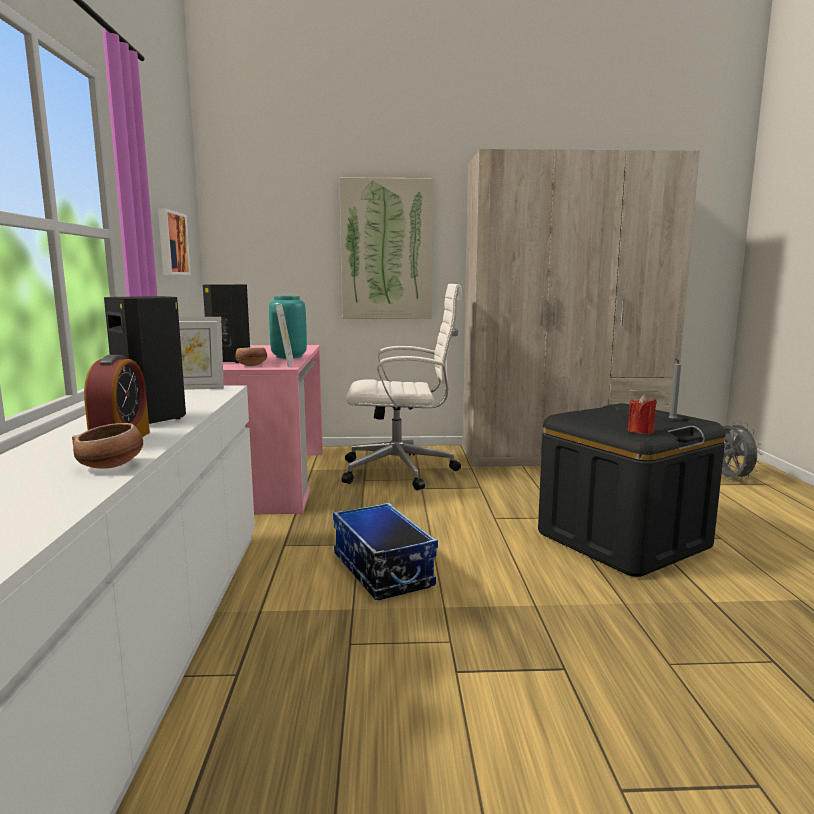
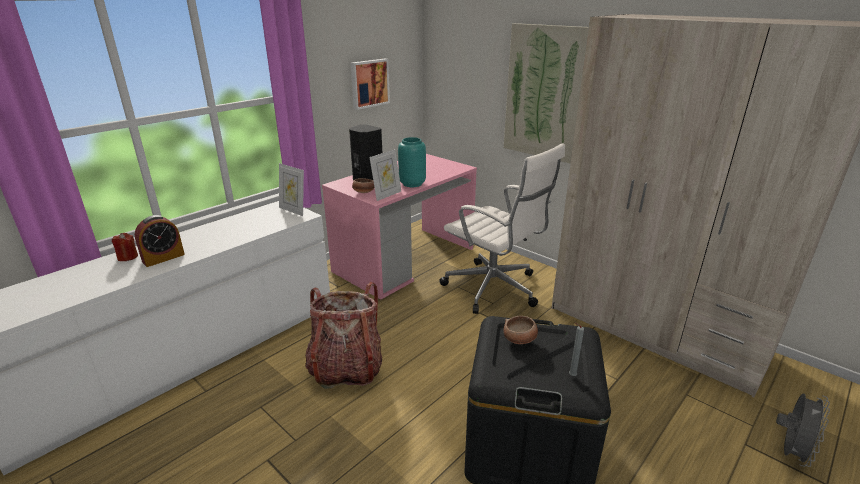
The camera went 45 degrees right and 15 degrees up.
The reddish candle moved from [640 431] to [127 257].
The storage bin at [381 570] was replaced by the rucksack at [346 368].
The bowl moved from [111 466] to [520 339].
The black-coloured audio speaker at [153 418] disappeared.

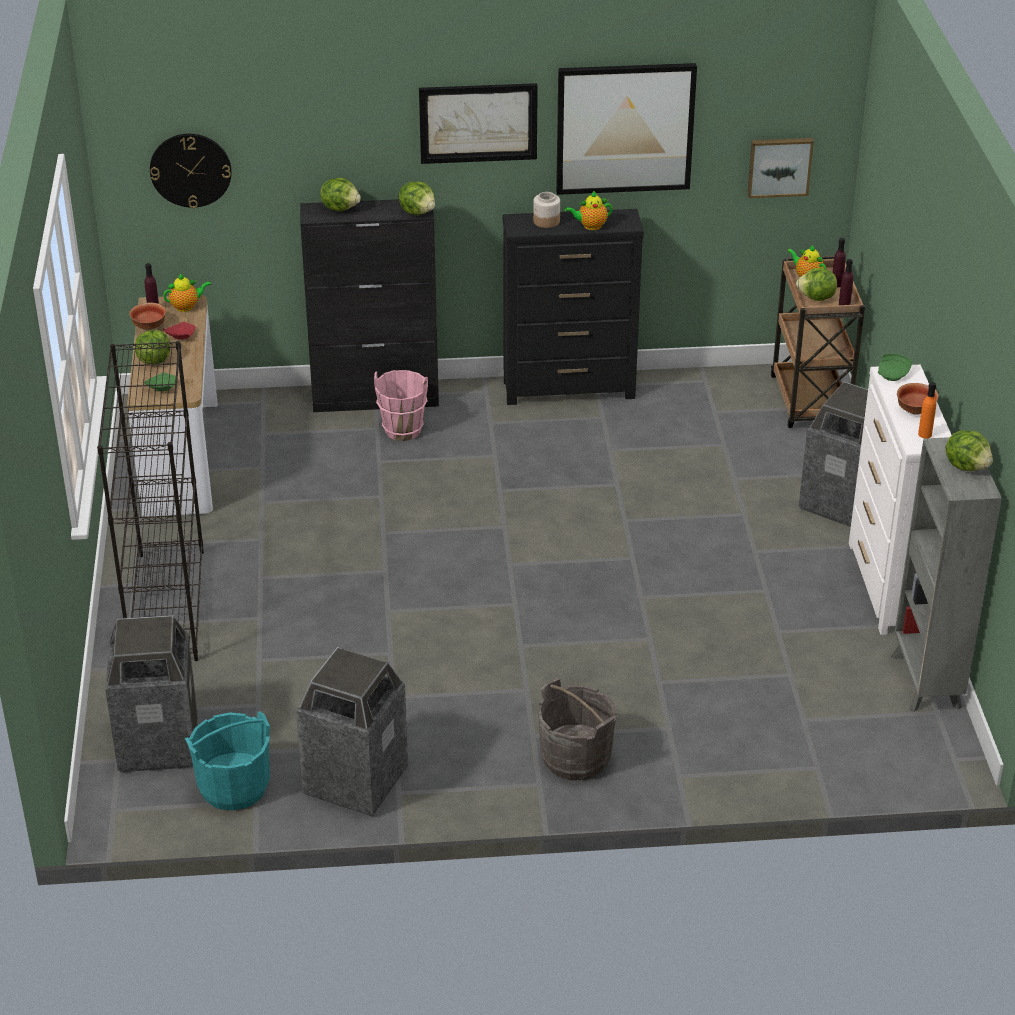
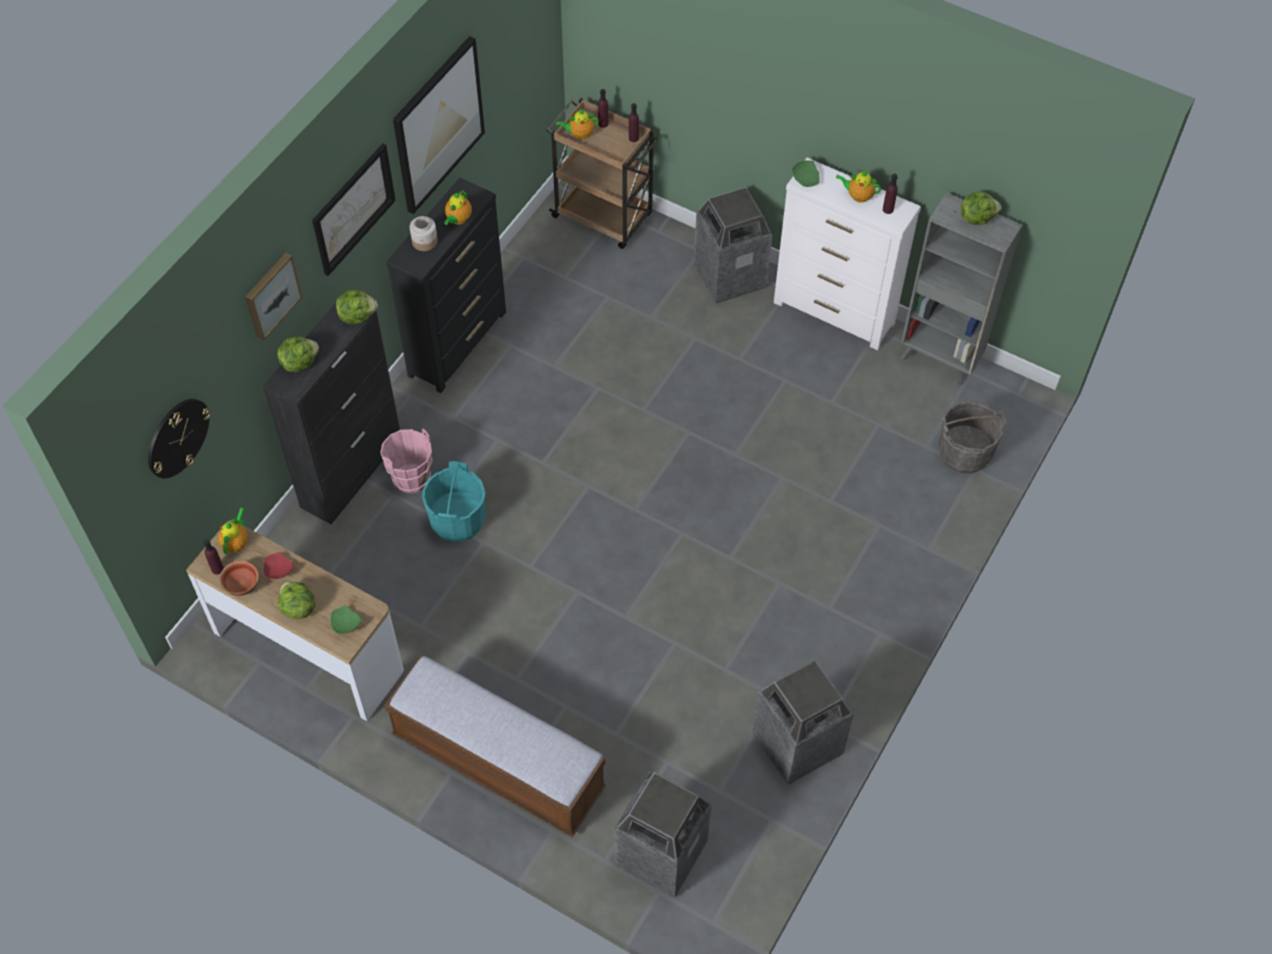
The camera went 55 degrees left and 20 degrees up.
The wall art moved from [779 166] to [271 295].
The black-coloured bookshelf at [167 605] was replaced by the indoor bench at [498 762].
The turquoise-coloured pail moved from [234 786] to [457 520].
The bowl at [915 411] was replaced by the tea pot at [858 196].
The orangey beverage bottle at [925 434] became the purple-coloured beverage bottle at [888 209].
The gray pail moved from [575 758] to [964 453].
The lettuce at [816 298] disappeared.

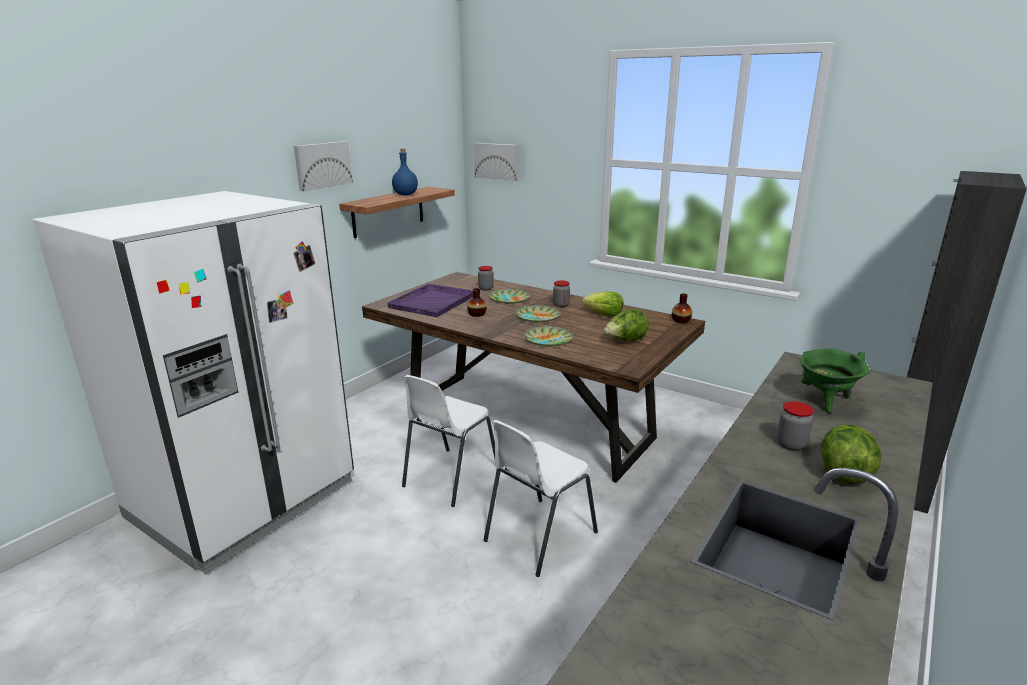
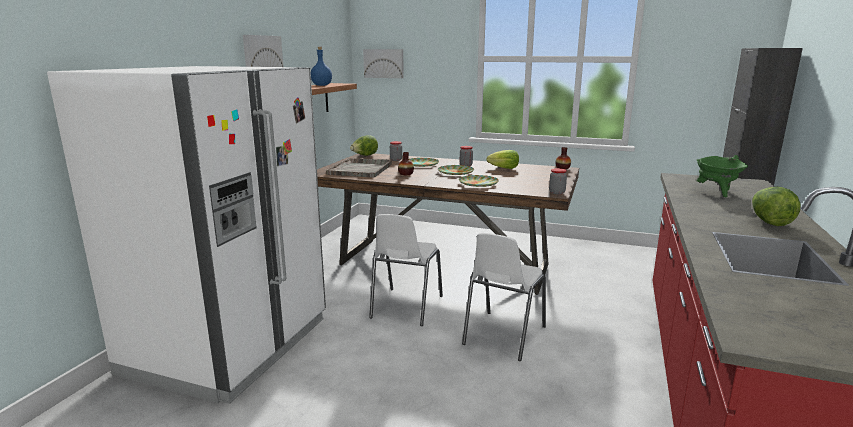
The camera went 15 degrees left and 5 degrees down.
The purple-coloured carrying tray at [433 301] became the gray carrying tray at [361 169].
The lettuce moved from [625 341] to [364 156].
The jar moved from [791 444] to [557 192].

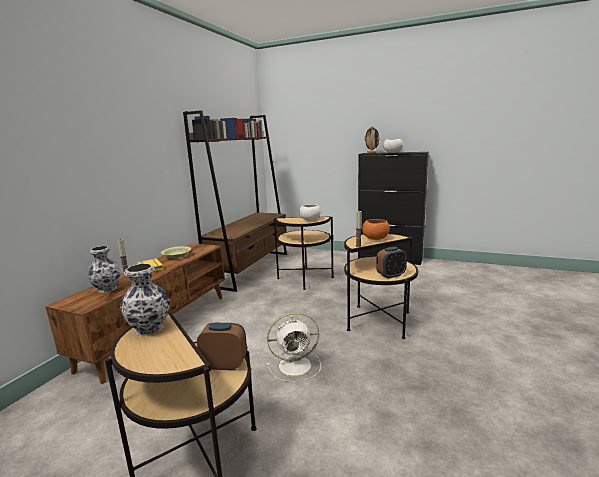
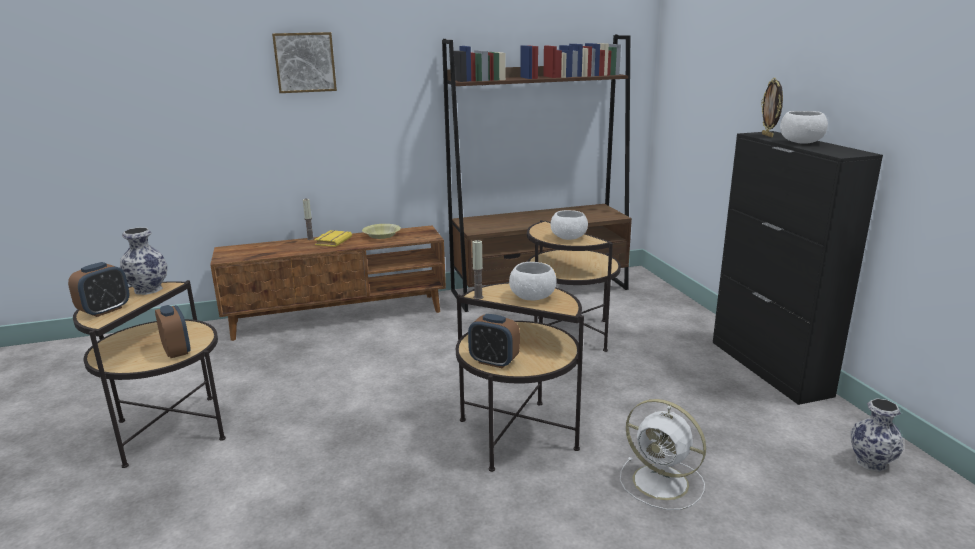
The camera went 50 degrees right and 5 degrees up.
The alarm clock at [105 310] appeared.
The wall art at [305 62] appeared.
The orangey bowl at [376 238] became the white bowl at [532 297].
The white cooling fan moved from [296 365] to [663 483].
The decorative vase moved from [108 288] to [872 463].

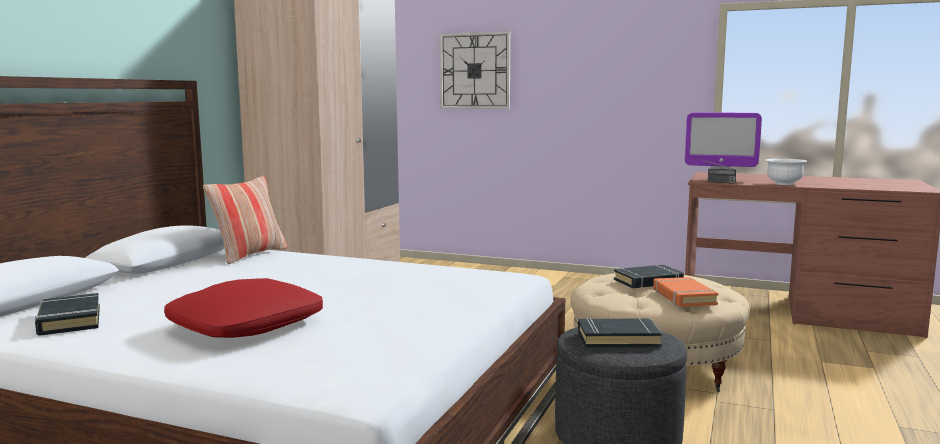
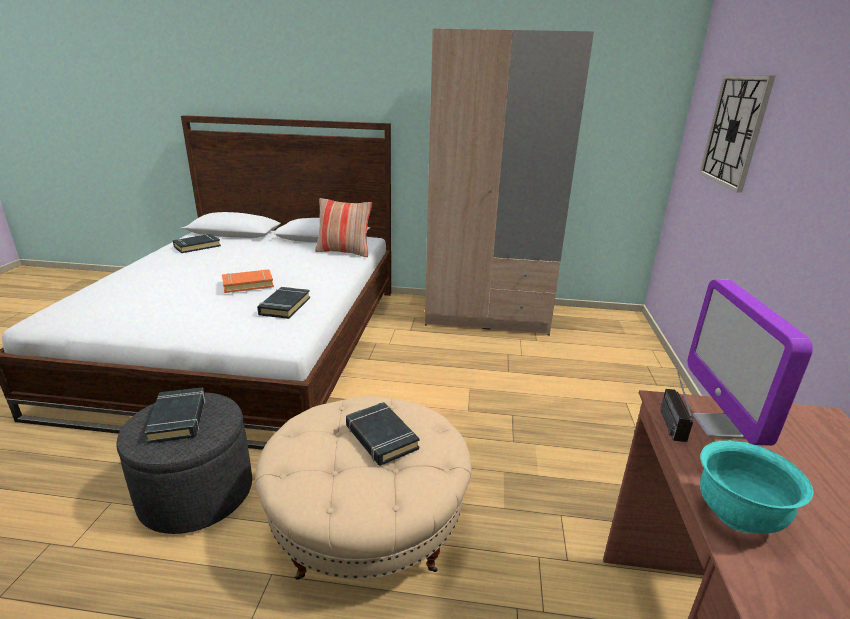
The camera went 75 degrees right and 15 degrees up.
The orangey book moved from [683 297] to [248 284].
The black-coloured book at [284 306] appeared.
The white bowl at [784 184] became the turquoise-coloured bowl at [737 515].
The reddish pillow at [246 325] disappeared.

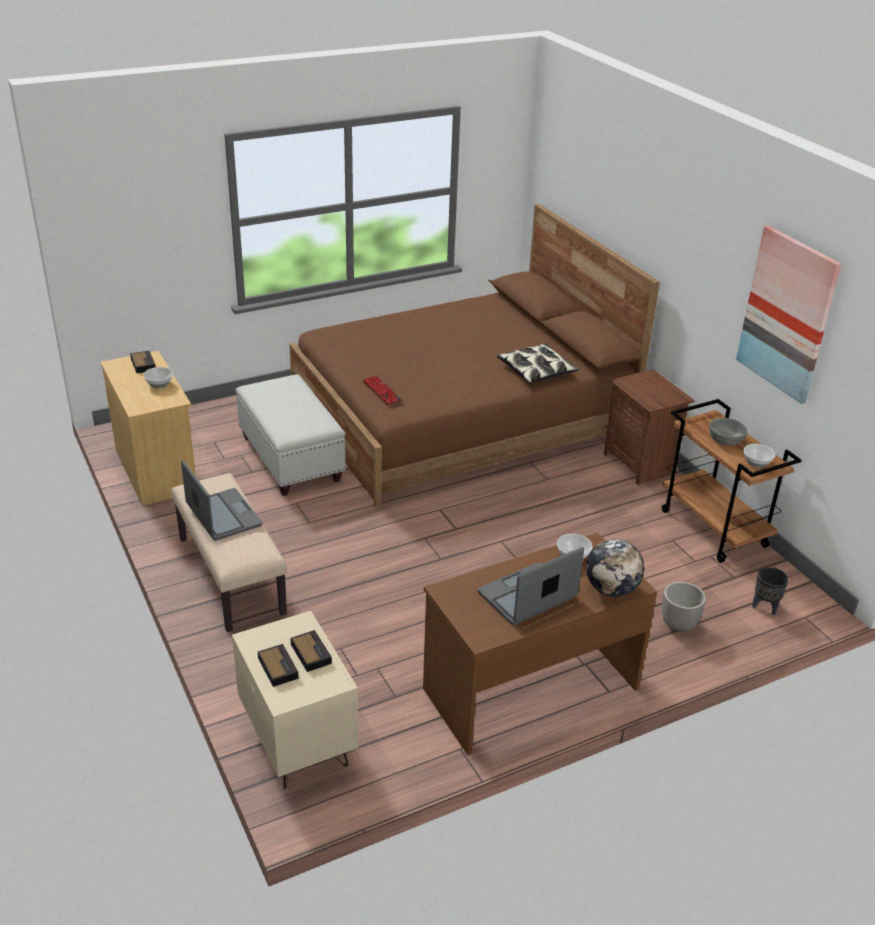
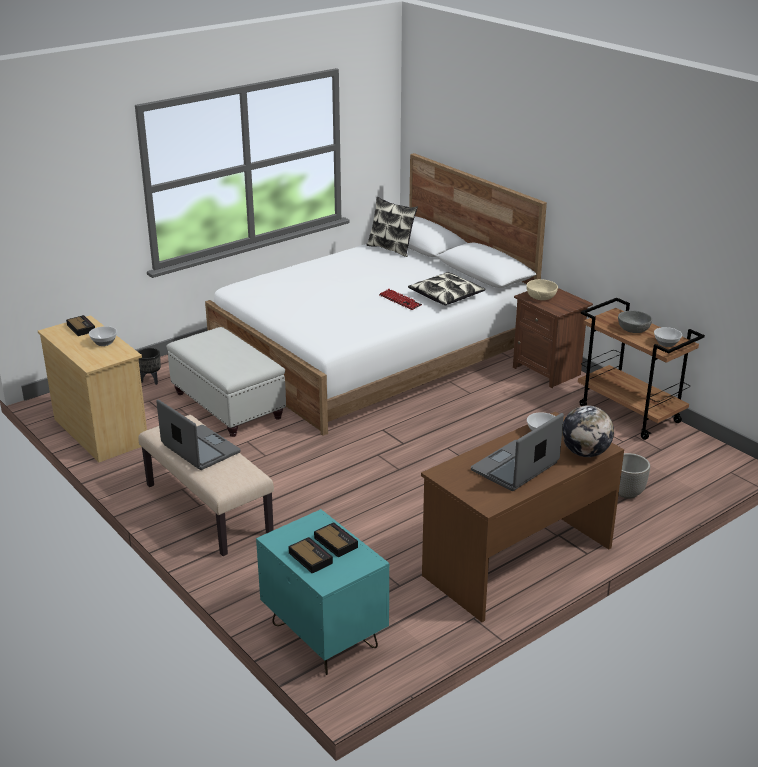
The camera went 10 degrees left and 5 degrees down.
The black-coloured planter moved from [765 607] to [151 381].
The brown bedroom bed at [461 417] became the white bedroom bed at [374 352].
The sand-coloured night table at [297 743] became the turquoise-coloured night table at [323 636].
The pillow at [391 248] appeared.
The PC keyboard moved from [381 391] to [400 300].
The sand-coloured bowl at [541 296] appeared.
The wall art at [787 314] disappeared.

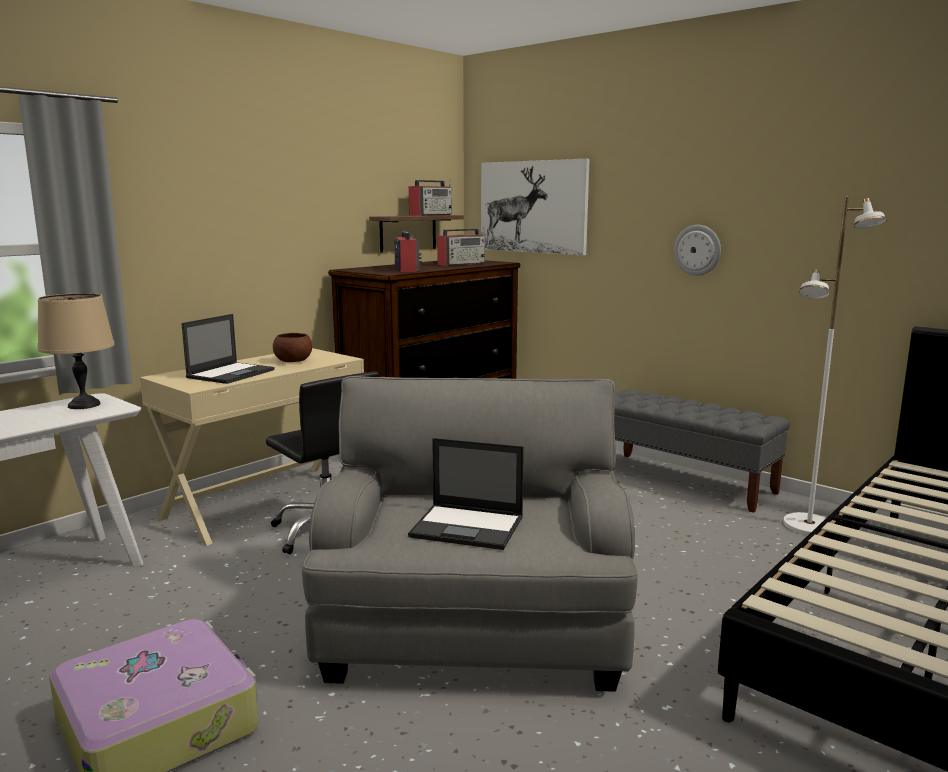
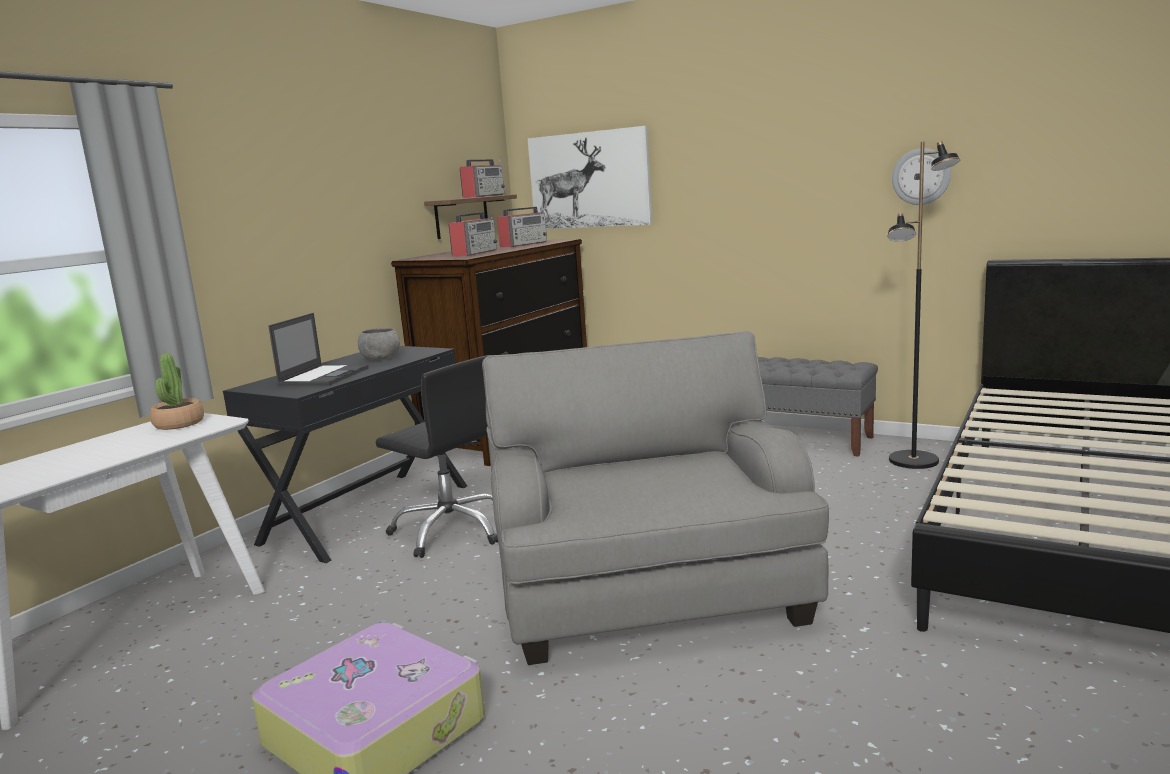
The camera went 10 degrees left and 0 degrees up.
The sand-coloured lamp for a table at [84 405] was replaced by the plant in a pot at [179 424].
The sand-coloured desk at [266 502] became the black-coloured desk at [367 513].
The brown bowl at [293 361] became the gray bowl at [381 358].
The radio receiver at [406 269] turned 45 degrees clockwise.
The white floor lamp at [809 526] became the black-coloured floor lamp at [914 461].
The hanging clock moved from [697 250] to [921 176].
The portable computer at [468 527] disappeared.

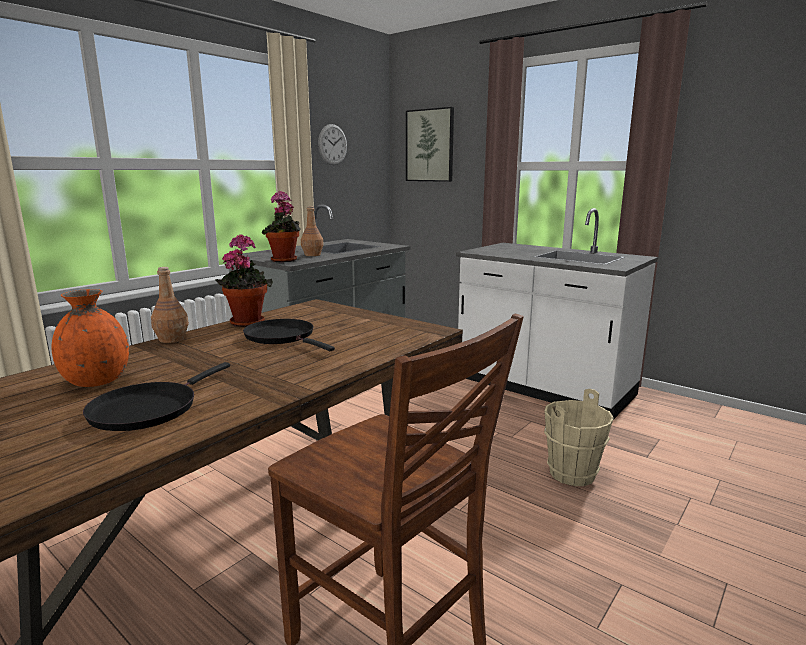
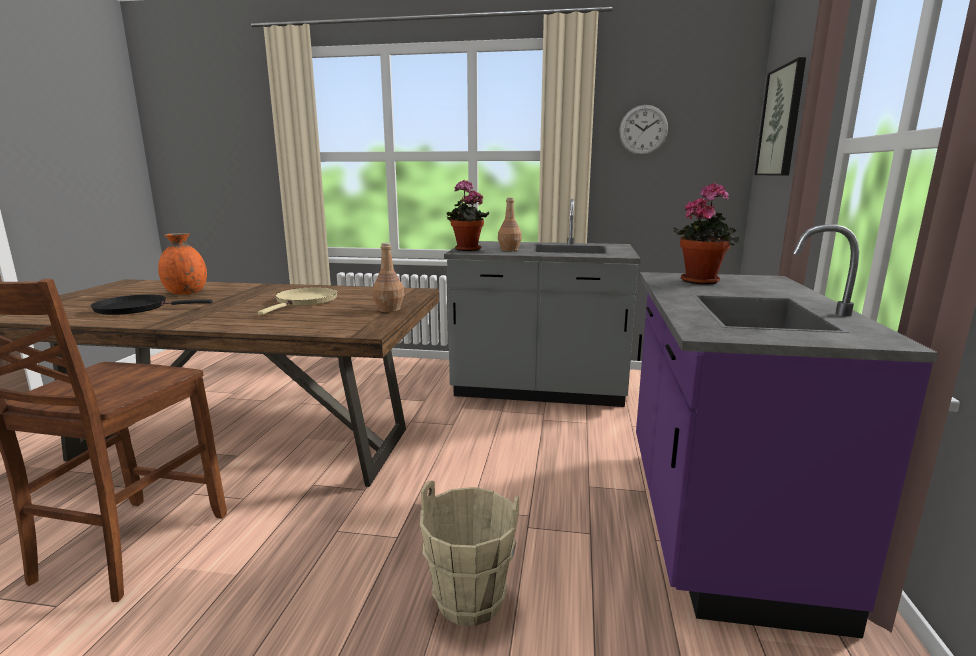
The camera went 60 degrees right and 0 degrees up.
The black-coloured skillet at [283 337] became the sand-coloured skillet at [305 301].
The brown beverage bottle moved from [172 339] to [389 309].
The white counter at [543 388] became the purple-coloured counter at [716 522].
The plant in a pot moved from [247 321] to [701 280].

